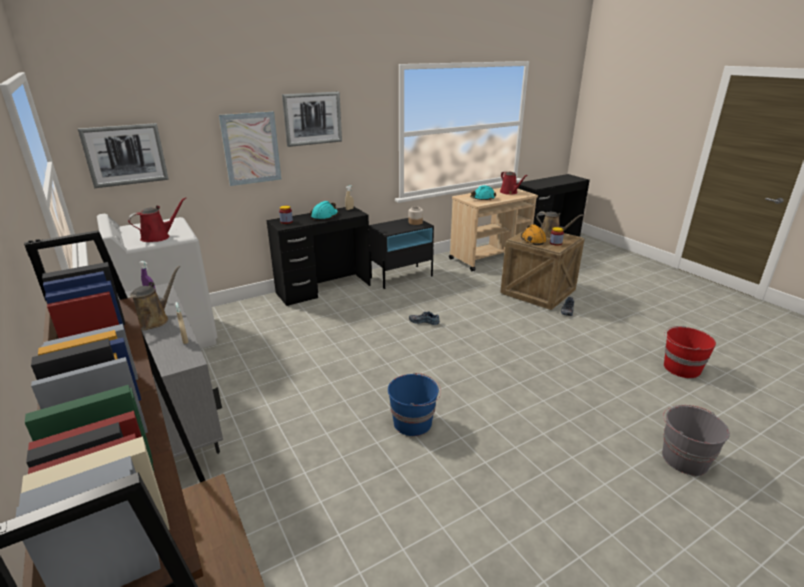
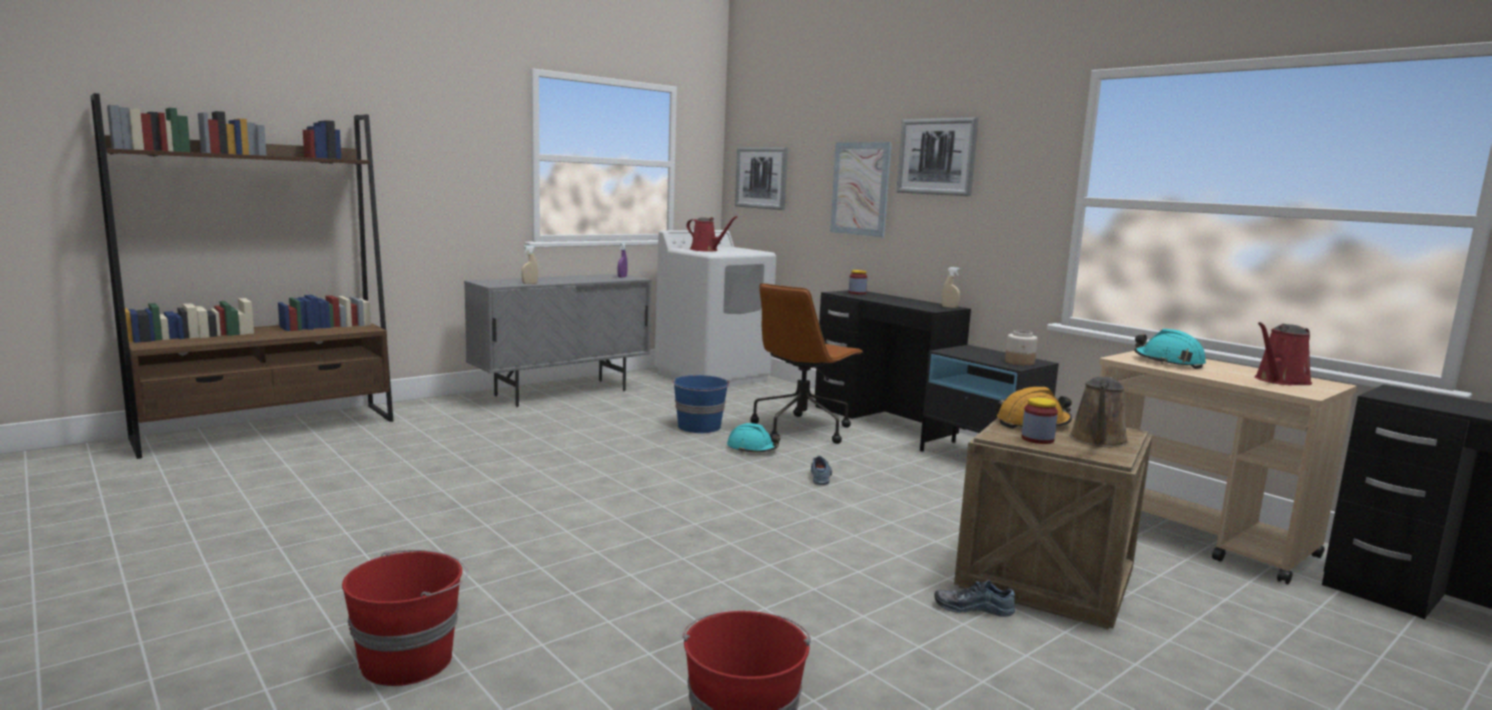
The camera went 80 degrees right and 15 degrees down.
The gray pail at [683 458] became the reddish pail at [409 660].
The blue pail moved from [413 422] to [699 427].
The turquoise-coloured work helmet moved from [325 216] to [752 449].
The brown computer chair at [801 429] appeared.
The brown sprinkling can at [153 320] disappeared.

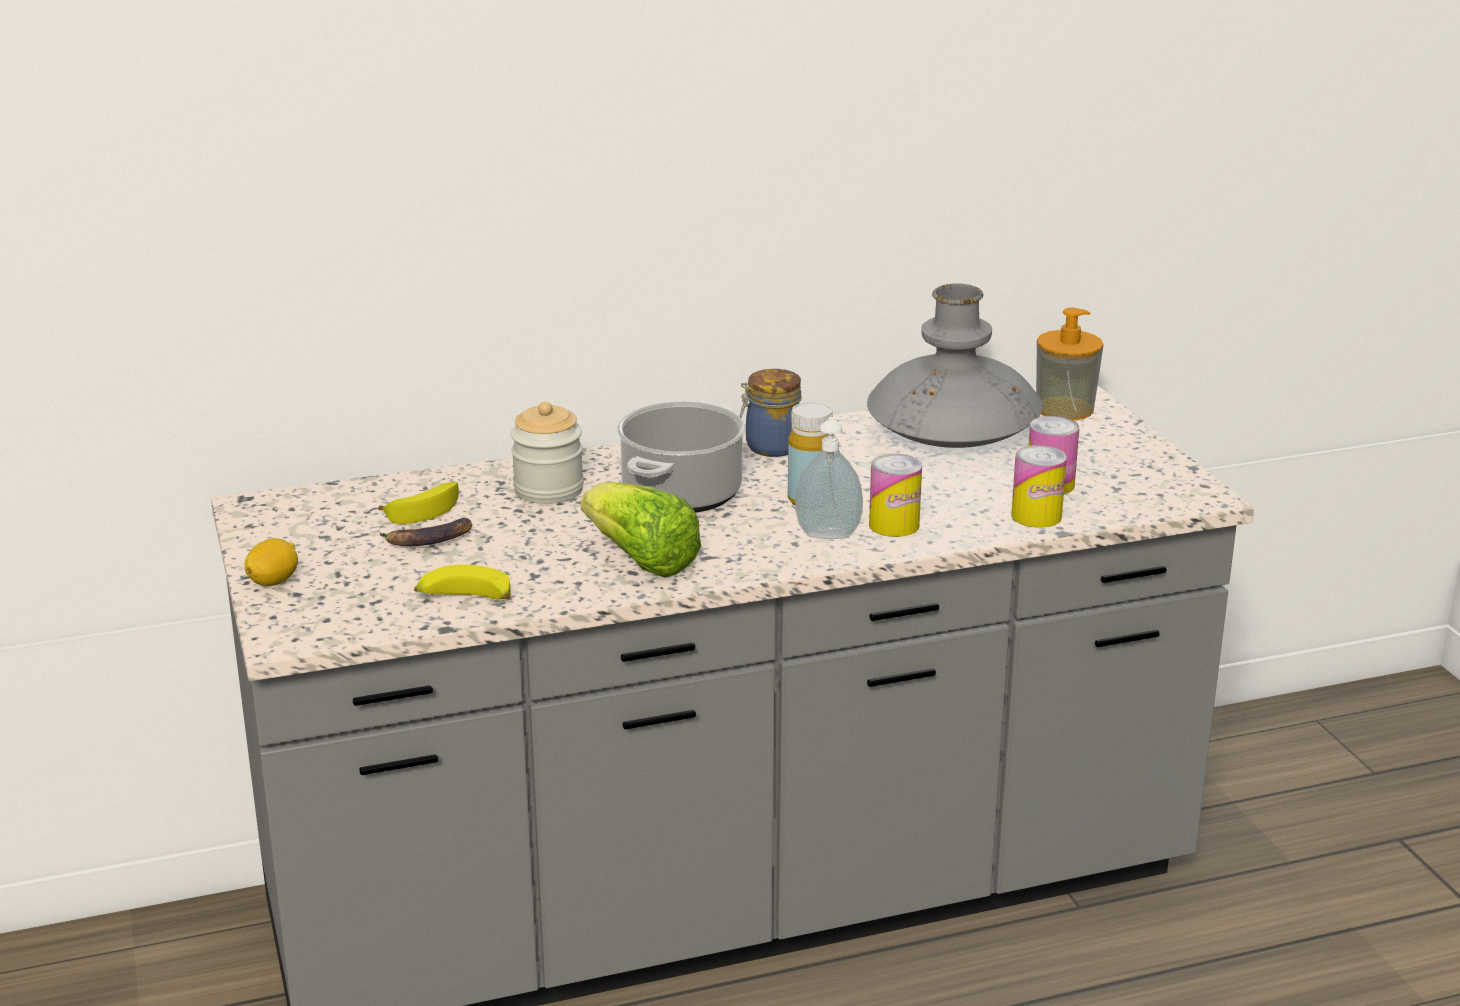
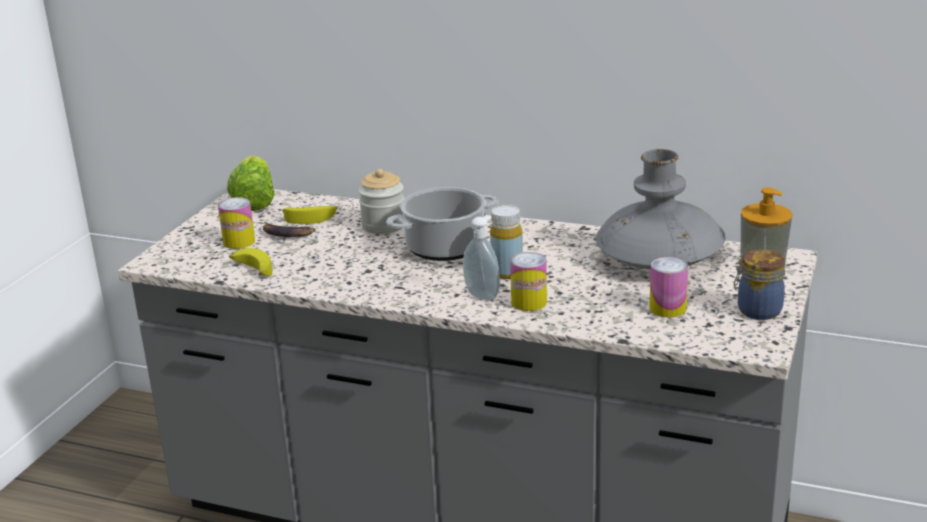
The camera went 40 degrees right and 0 degrees up.
The sealed can moved from [1036 516] to [239 242].
The lettuce moved from [641 560] to [254 201].
The jar moved from [770 447] to [757 310].
The lemon at [274 581] disappeared.

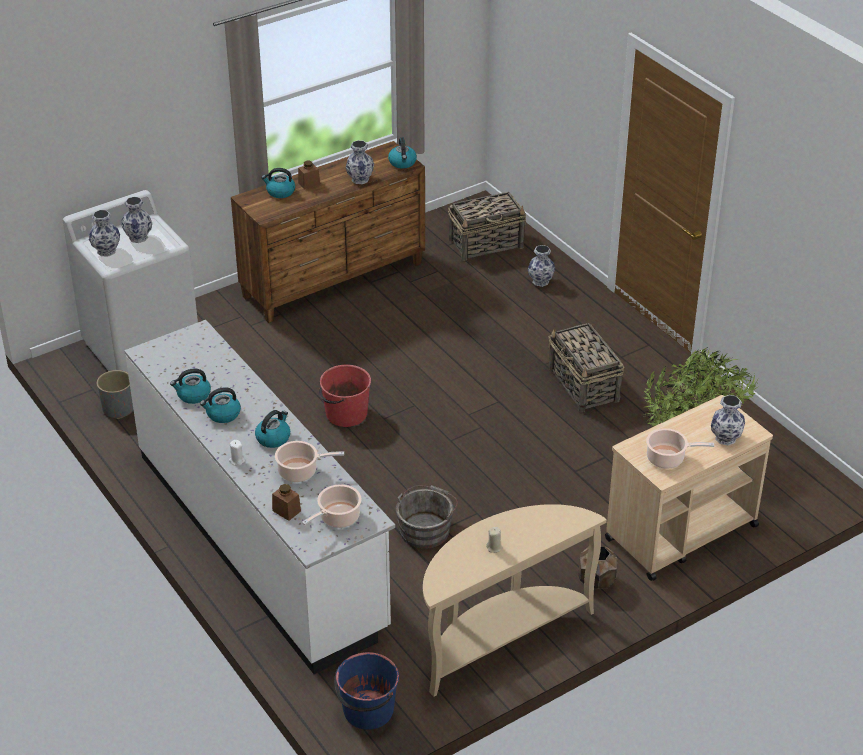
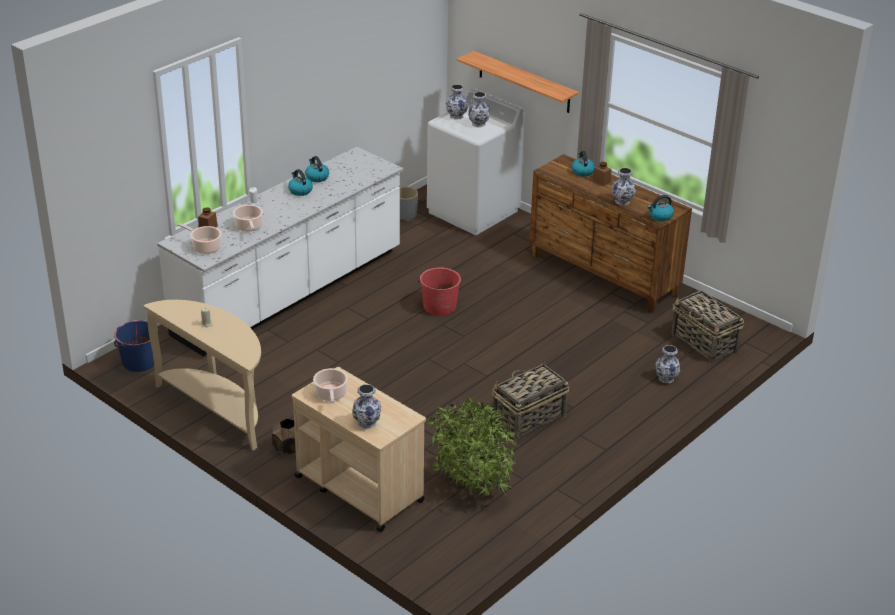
The camera went 75 degrees right and 5 degrees down.
The bracket shelf at [524 82] appeared.
The kettle at [273 438] disappeared.
The gray pail at [426 529] disappeared.

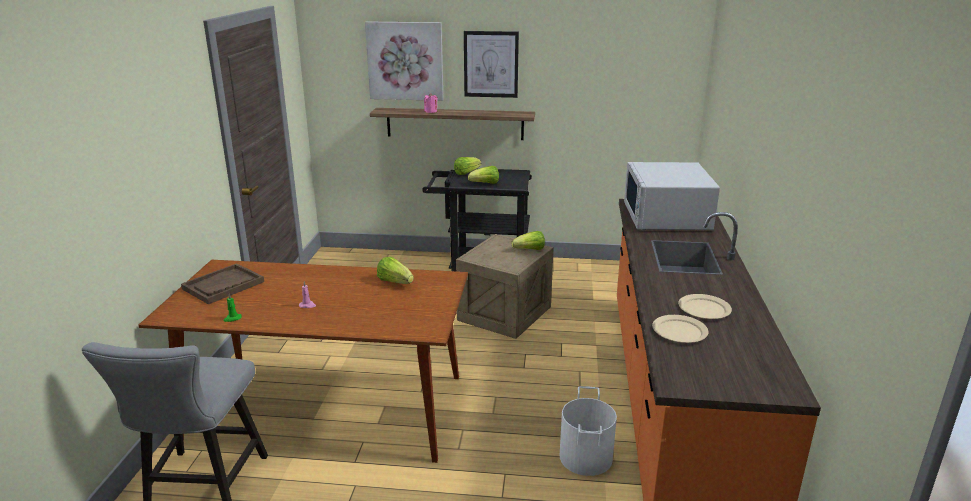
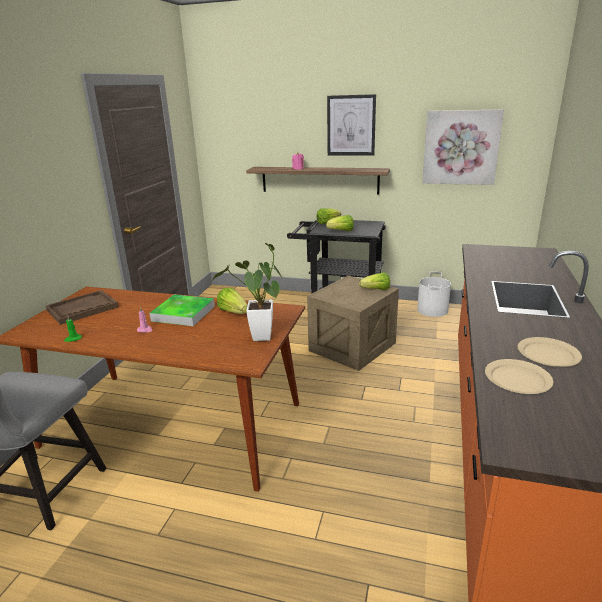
The camera went 10 degrees right and 0 degrees up.
The carrying tray at [183 313] appeared.
The plant in a pot at [261 339] appeared.
The white pail moved from [586 457] to [433 310].
The wall art moved from [405 61] to [460 147].
The white kitchen microwave at [666 217] disappeared.

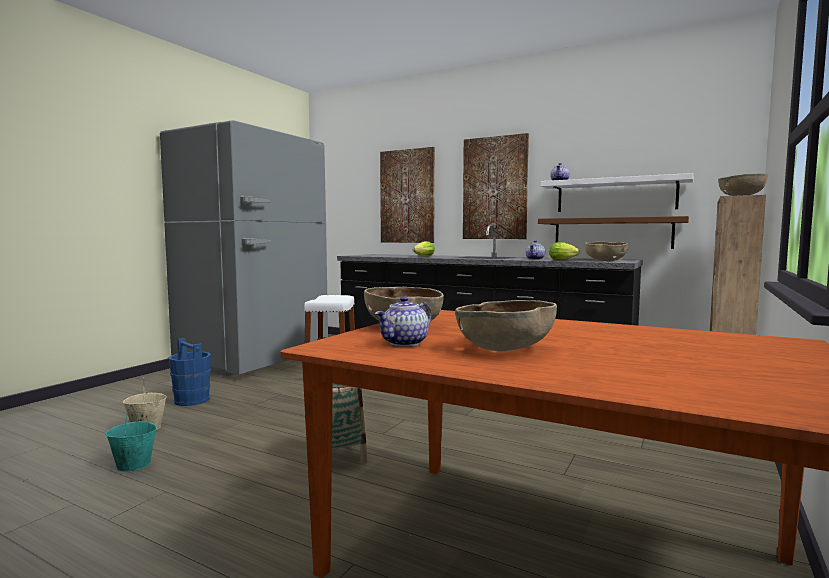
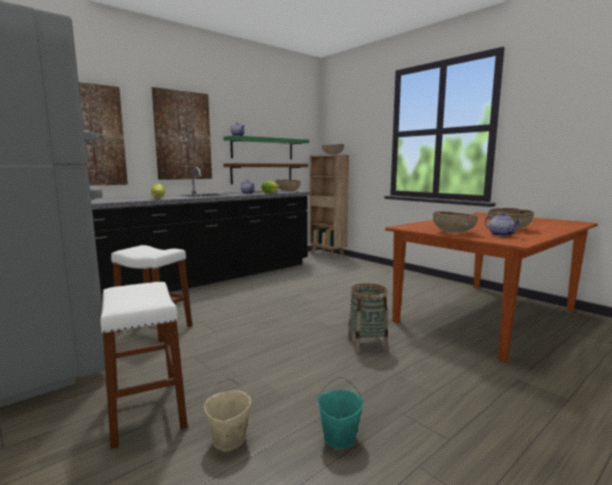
The camera went 70 degrees left and 5 degrees up.
The blue pail at [192 400] was replaced by the white sitting stool at [147 411].
The white bracket shelf at [615 195] became the green-coloured bracket shelf at [262 148].

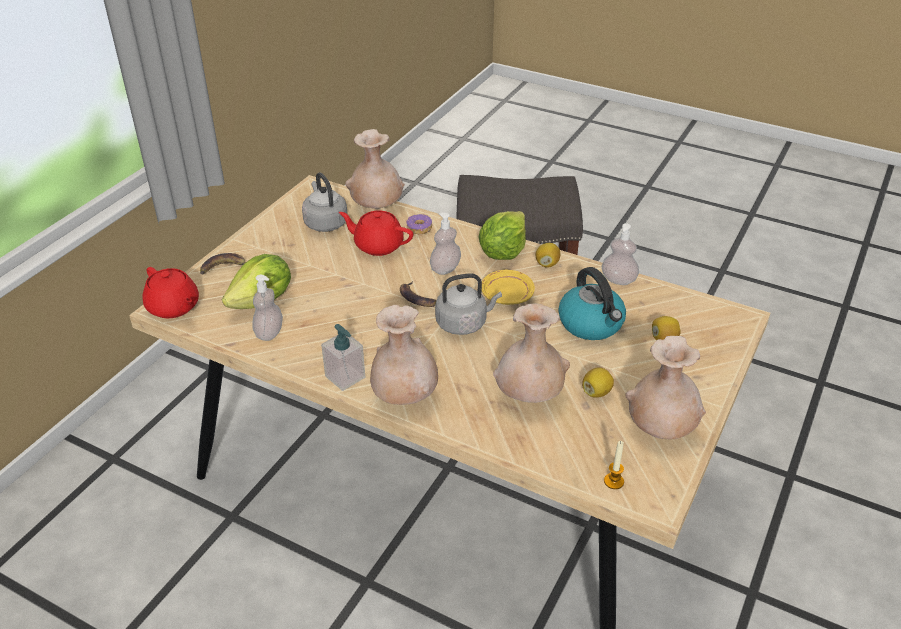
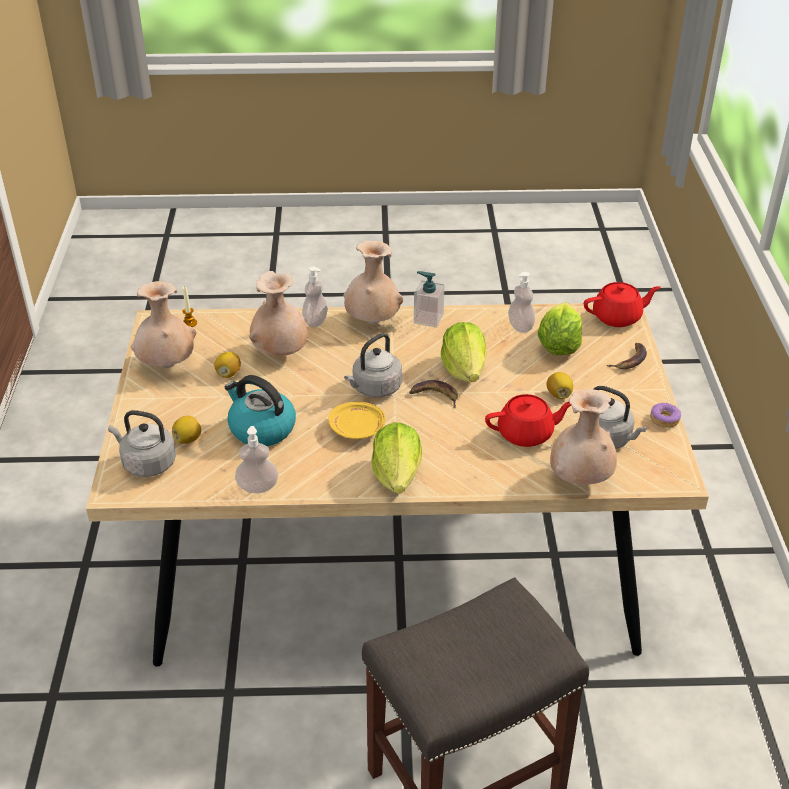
The camera went 150 degrees right and 0 degrees up.
The gray kettle at [147 463] appeared.
The liquid soap bottle moved from [445 269] to [315 321].
The lettuce at [464 370] appeared.
The lemon moved from [547 264] to [559 394].
The reddish tea pot at [173 307] turned 150 degrees clockwise.
The donut moved from [419 228] to [664 419].

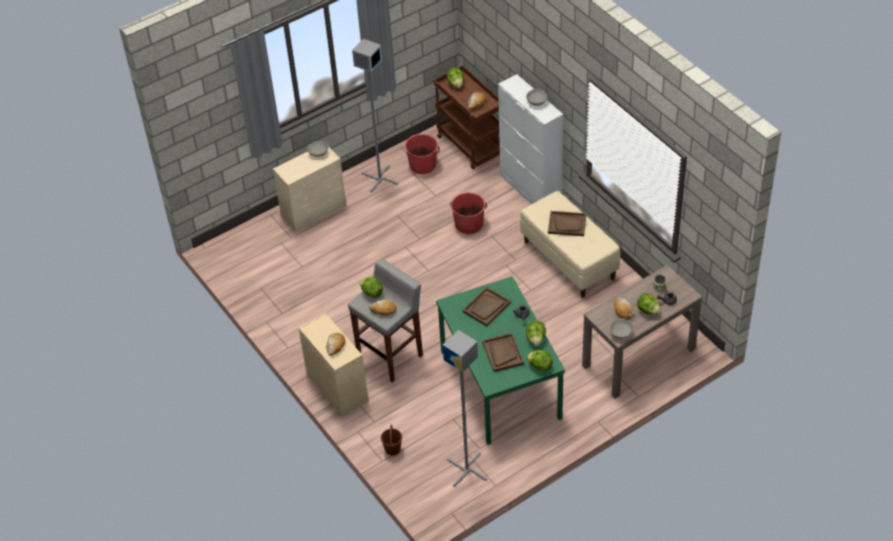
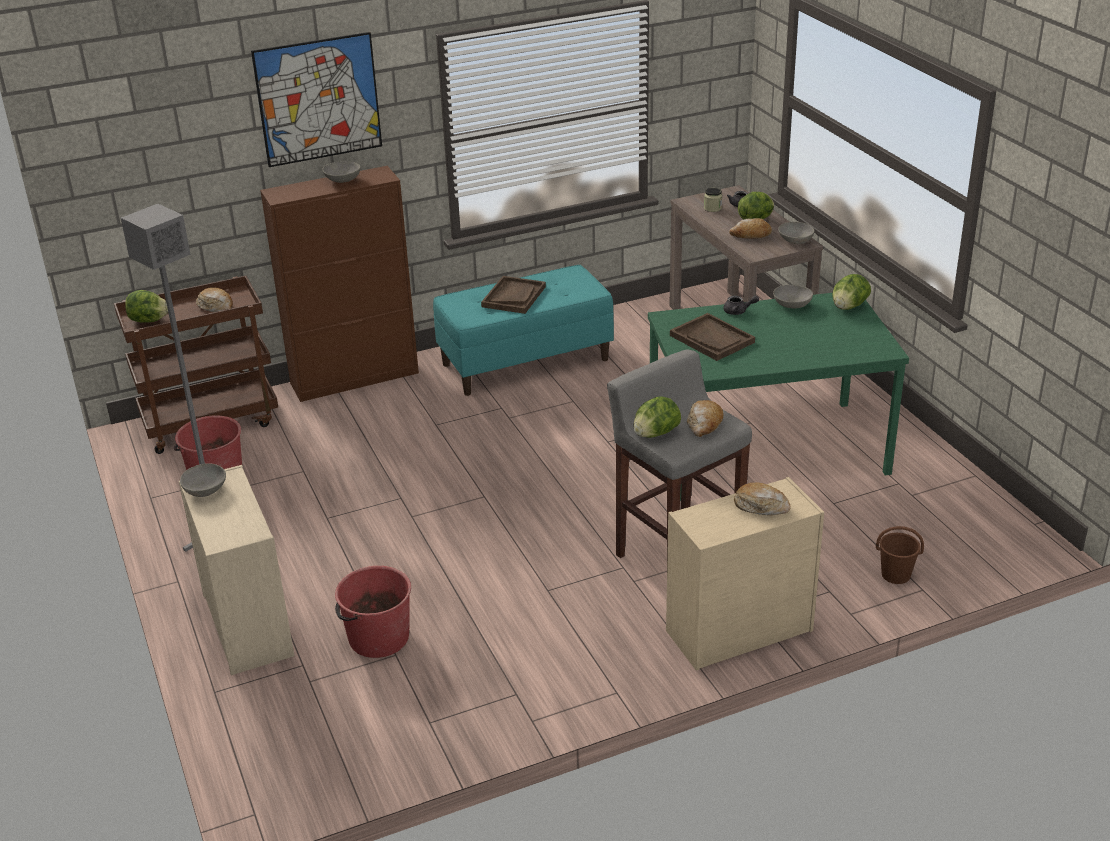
The camera went 80 degrees left and 15 degrees down.
The wall art at [318 99] appeared.
The white cupboard at [530 190] became the brown cupboard at [355 378].
The reddish pail moved from [468 224] to [378 638].
The sand-coloured indoor bench at [569 260] became the turquoise-coloured indoor bench at [526 361].
The lettuce at [536 339] was replaced by the gray bowl at [791 305].
The gray floor lamp at [467 469] disappeared.
The brown carrying tray at [502 353] disappeared.

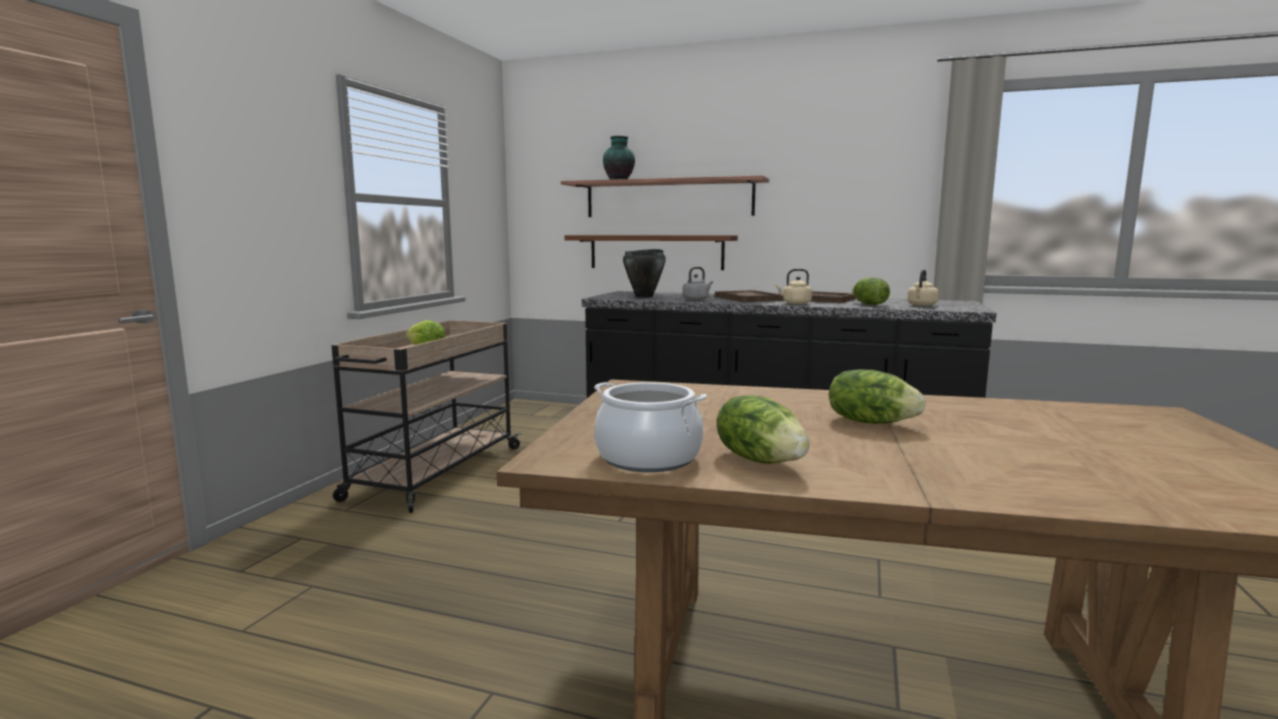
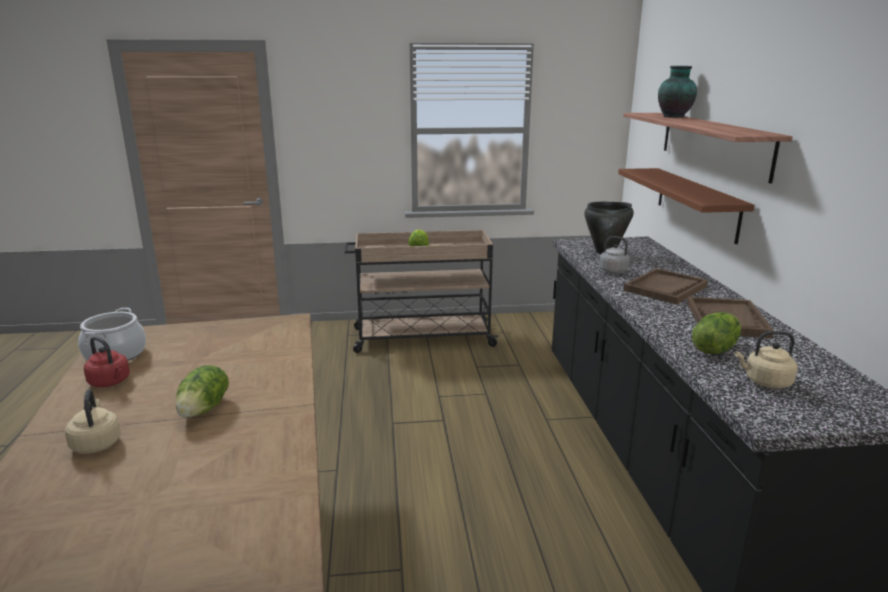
The camera went 65 degrees right and 10 degrees up.
The sand-coloured kettle moved from [795 303] to [96 443].
The lettuce at [760 459] was replaced by the reddish kettle at [110 382].

